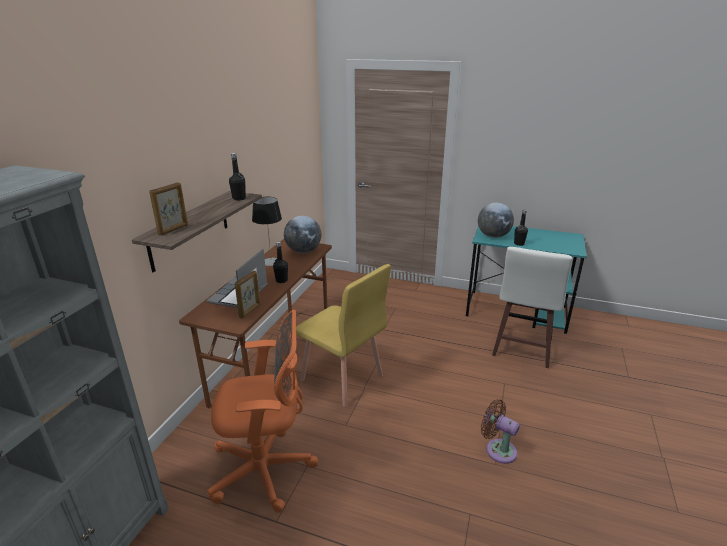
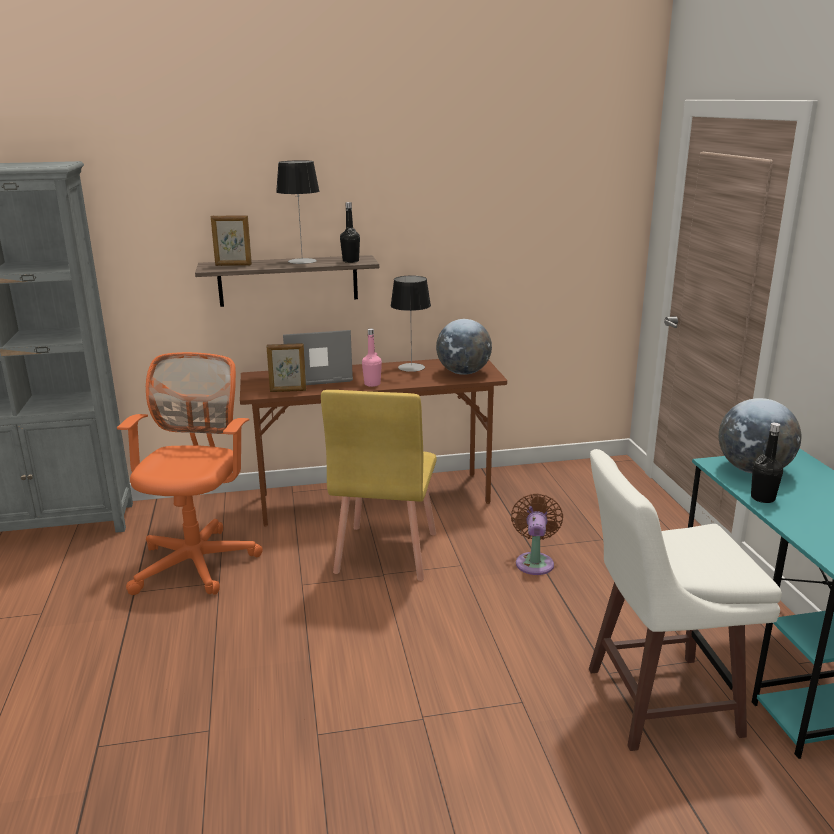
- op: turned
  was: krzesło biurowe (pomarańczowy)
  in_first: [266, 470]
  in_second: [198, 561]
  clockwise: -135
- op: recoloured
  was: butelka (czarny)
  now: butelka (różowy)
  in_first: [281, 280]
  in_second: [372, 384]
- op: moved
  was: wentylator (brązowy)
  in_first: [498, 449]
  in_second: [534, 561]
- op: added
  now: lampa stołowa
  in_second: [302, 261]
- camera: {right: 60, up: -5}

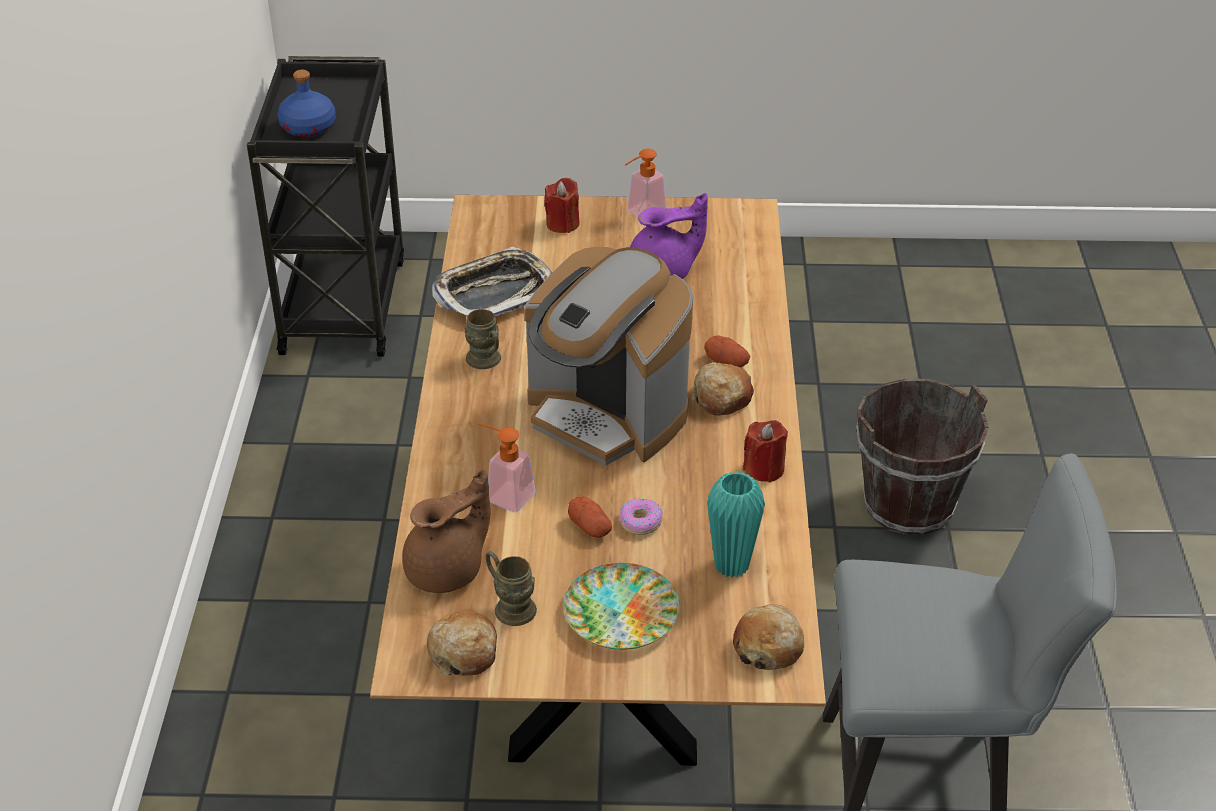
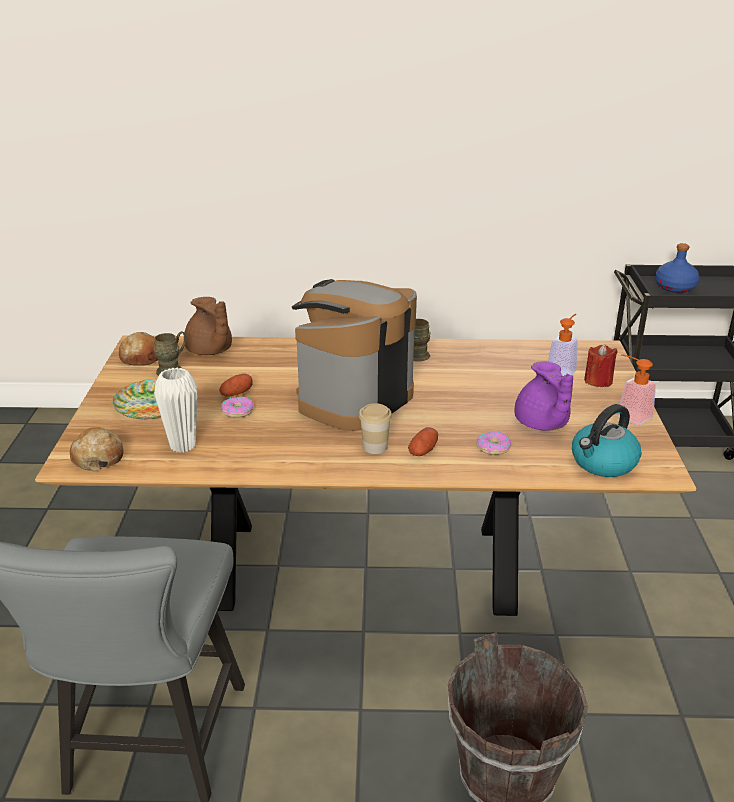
- op: removed
  was: taca
  in_first: [495, 292]
- op: moved
  was: dozownik mydła
  in_first: [504, 495]
  in_second: [562, 370]
- op: replaced
  was: chleb
  now: filiżanka
  in_first: [721, 397]
  in_second: [375, 447]
- op: recoloured
  was: wazon (turkusowy)
  now: wazon (biały)
  in_first: [731, 565]
  in_second: [183, 445]
- op: removed
  was: świeca (czerwony)
  in_first: [764, 469]
- op: added
  now: donut
  in_second: [493, 447]
- op: added
  now: czajnik
  in_second: [603, 463]
- camera: {right: 90, up: -10}

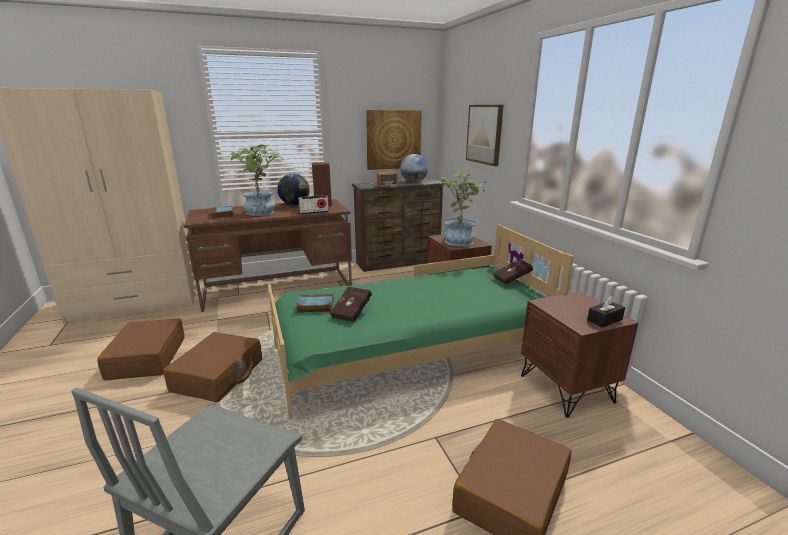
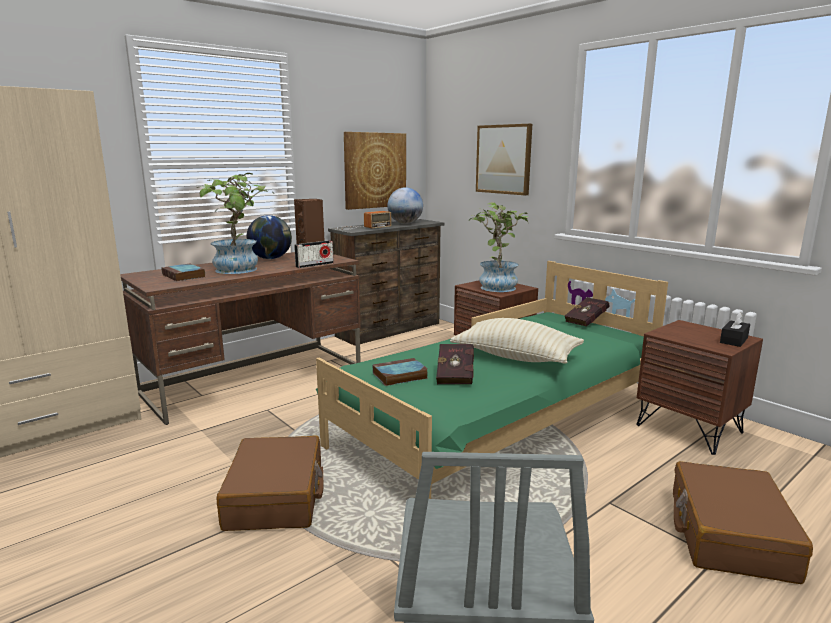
- op: removed
  was: walizka (brązowy)
  in_first: [146, 358]
- op: added
  now: poduszka (beżowy)
  in_second: [516, 357]
- camera: {right: -20, up: -5}

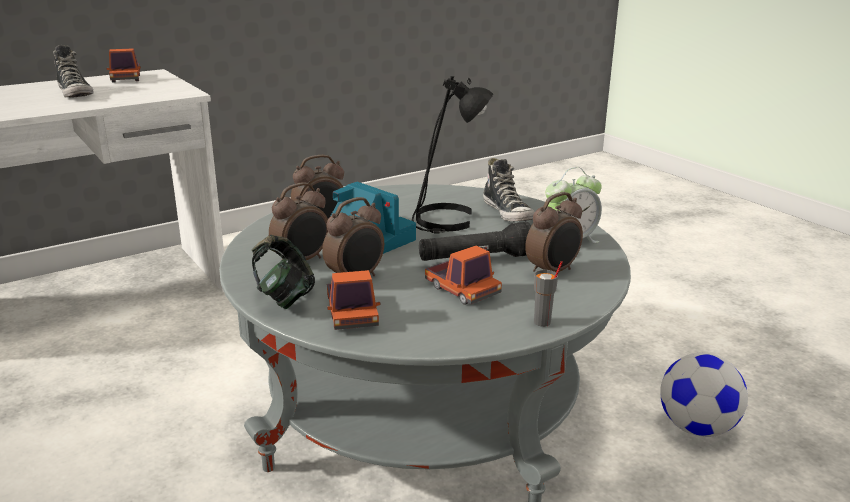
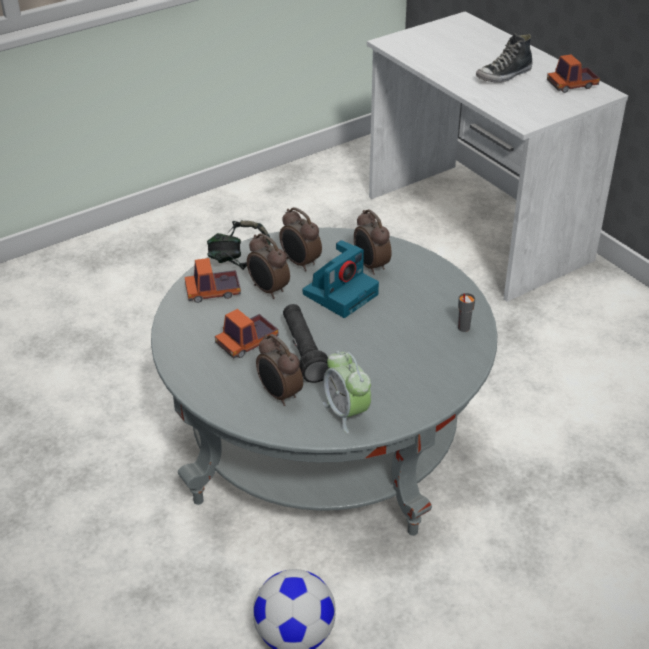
- op: removed
  was: lampa stołowa (czarny)
  in_first: [445, 221]
- op: removed
  was: but
  in_first: [508, 212]
- op: moved
  was: filiżanka (szary)
  in_first: [542, 322]
  in_second: [463, 328]
- camera: {right: 90, up: 15}

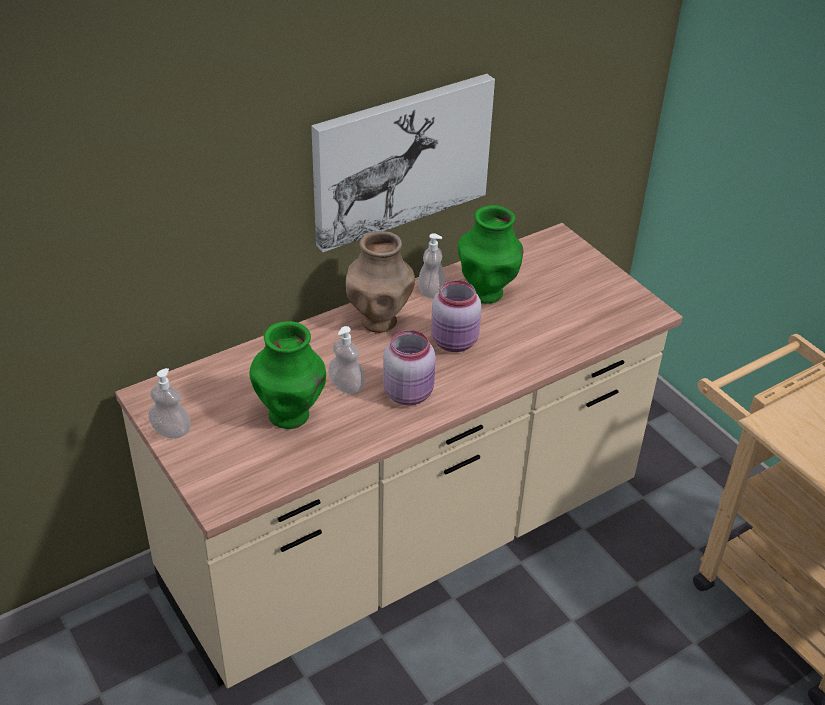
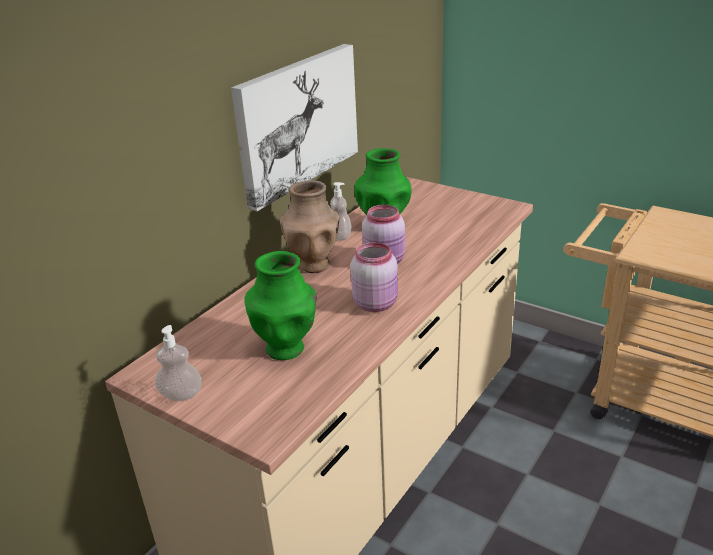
- op: removed
  was: dozownik mydła
  in_first: [346, 386]
- camera: {right: -20, up: -10}

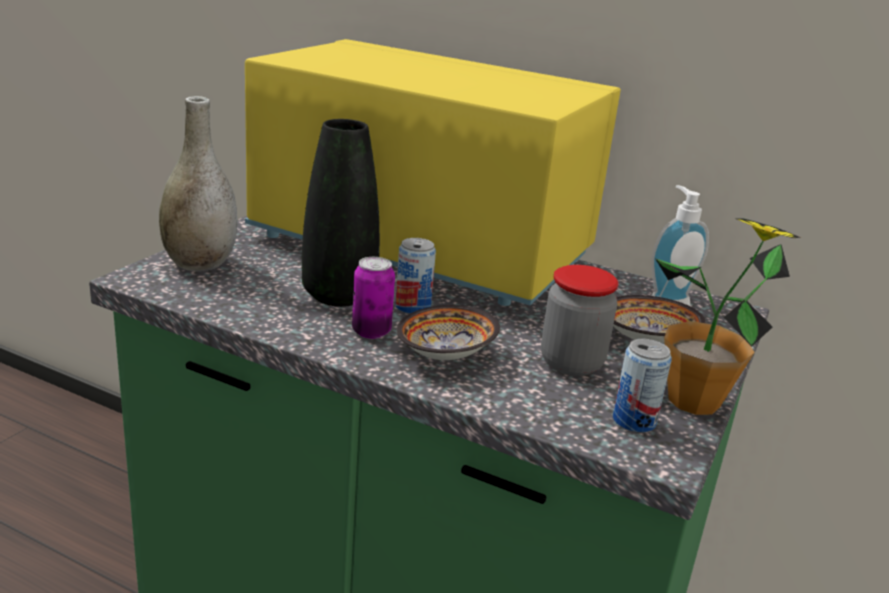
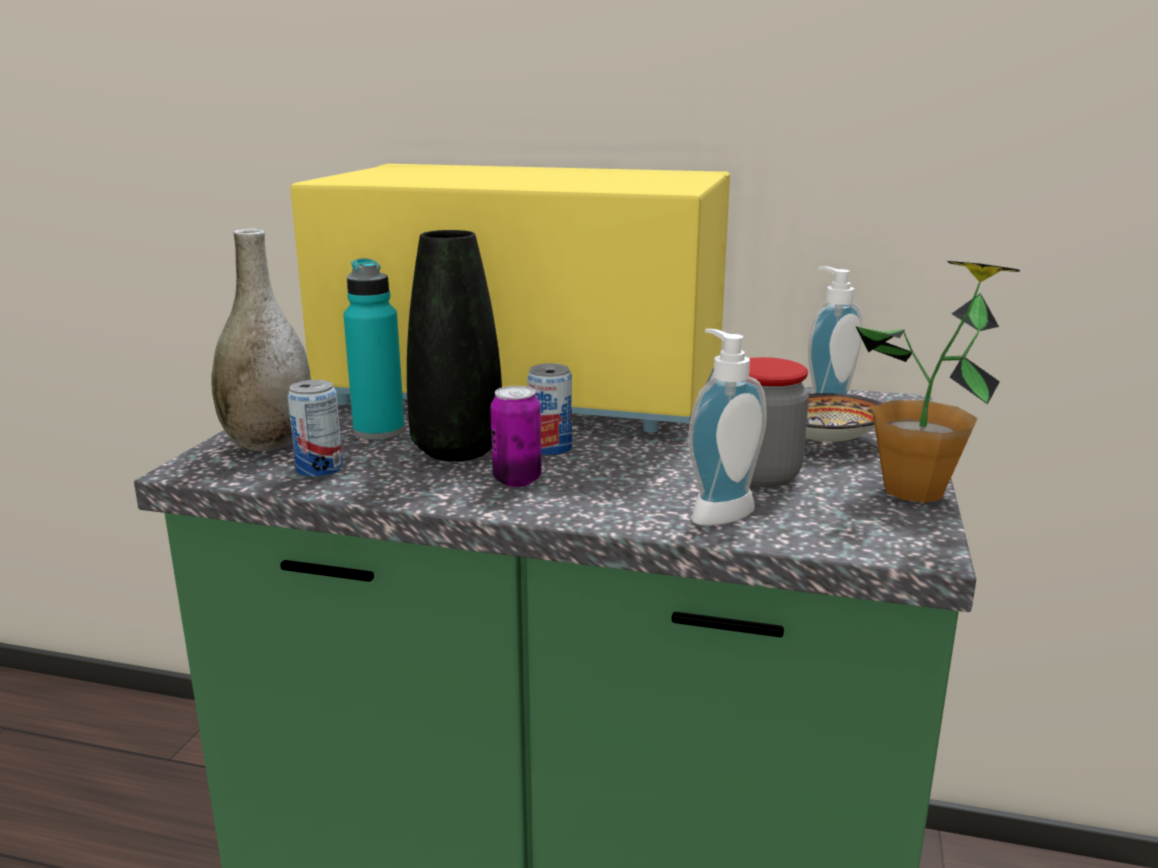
- op: removed
  was: miska
  in_first: [449, 355]
- op: moved
  was: puszka
  in_first: [634, 421]
  in_second: [319, 469]
- op: added
  now: butelka (turkusowy)
  in_second: [379, 431]
- op: added
  now: dozownik mydła
  in_second: [717, 512]
- camera: {right: -10, up: -5}

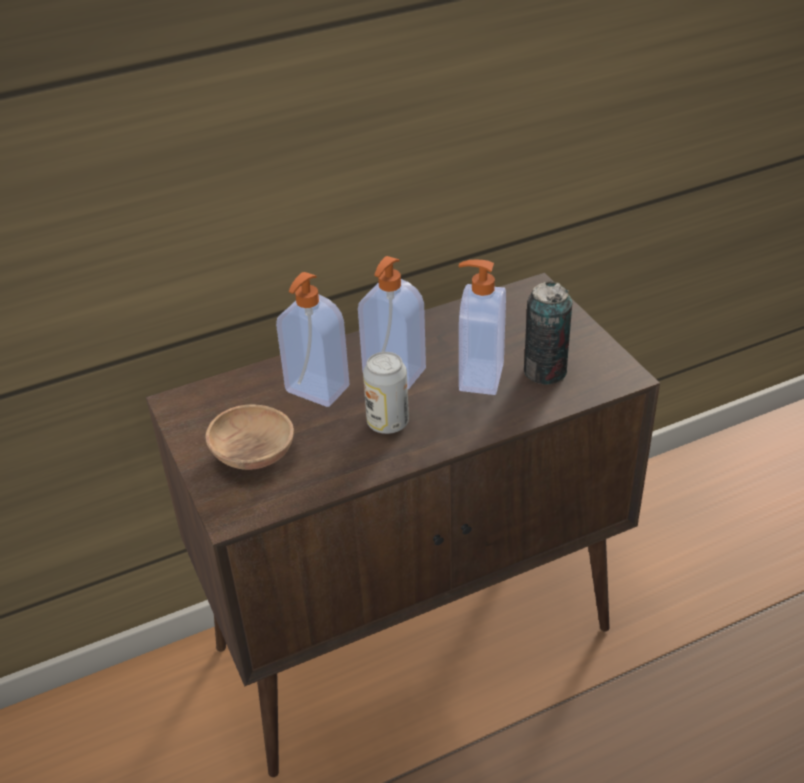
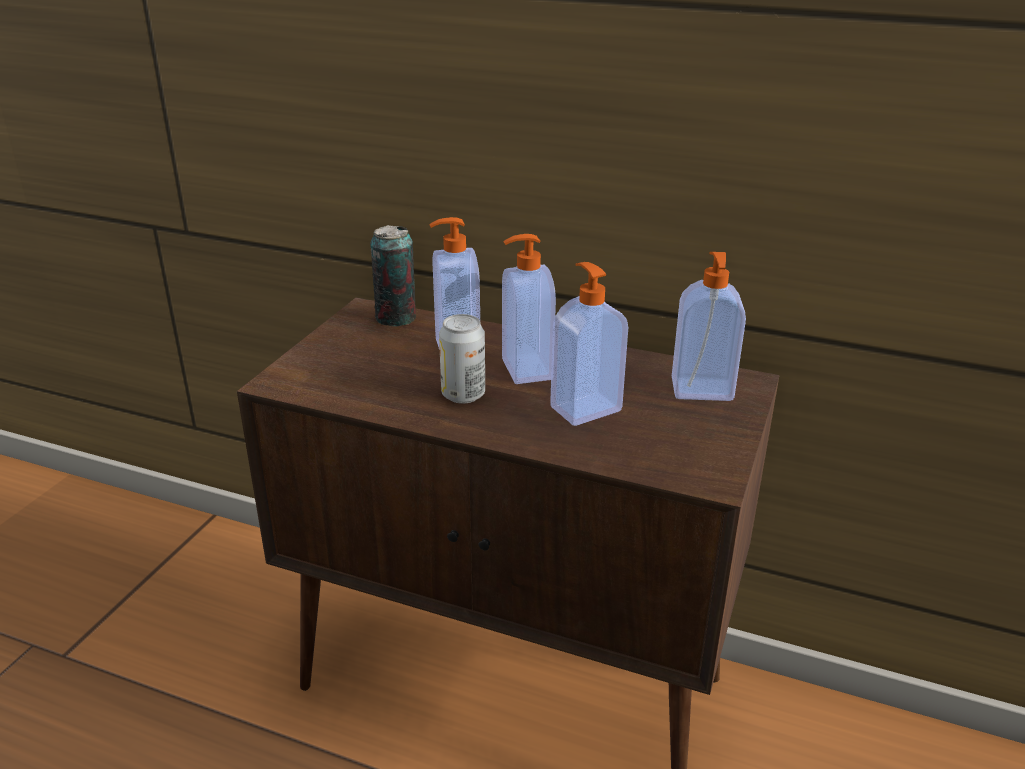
- op: removed
  was: miska (brązowy)
  in_first: [253, 454]
- op: moved
  was: puszka
  in_first: [545, 371]
  in_second: [396, 318]
- op: added
  now: dozownik mydła
  in_second: [702, 391]
- camera: {right: 45, up: -10}

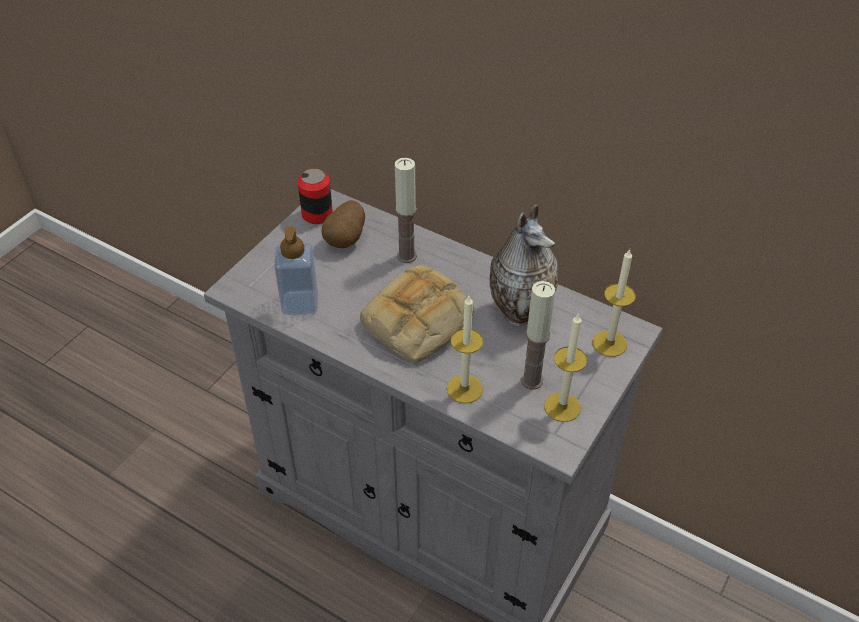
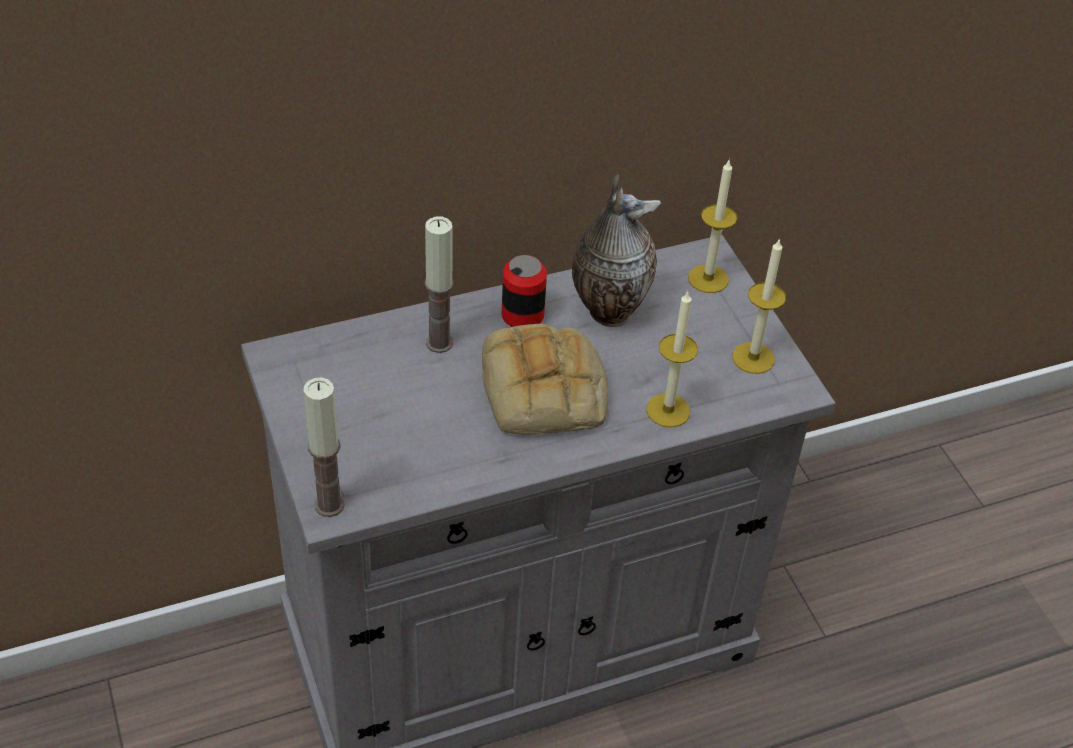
- op: removed
  was: dozownik mydła
  in_first: [300, 303]
- op: moved
  was: puszka
  in_first: [317, 214]
  in_second: [522, 315]
- op: removed
  was: ziemniak
  in_first: [346, 240]
- op: moved
  was: świeca
  in_first: [532, 380]
  in_second: [329, 504]
- camera: {right: -55, up: 0}

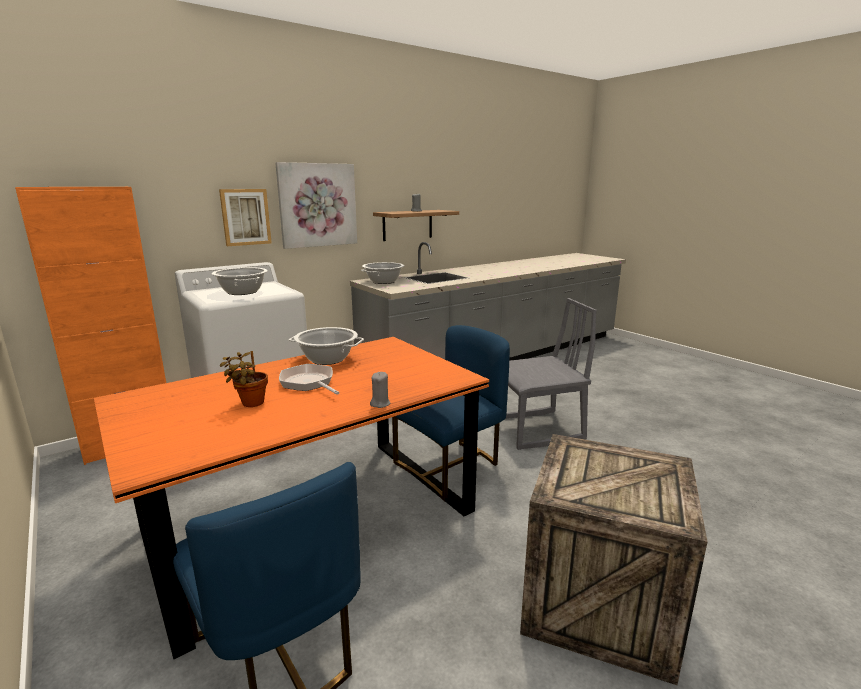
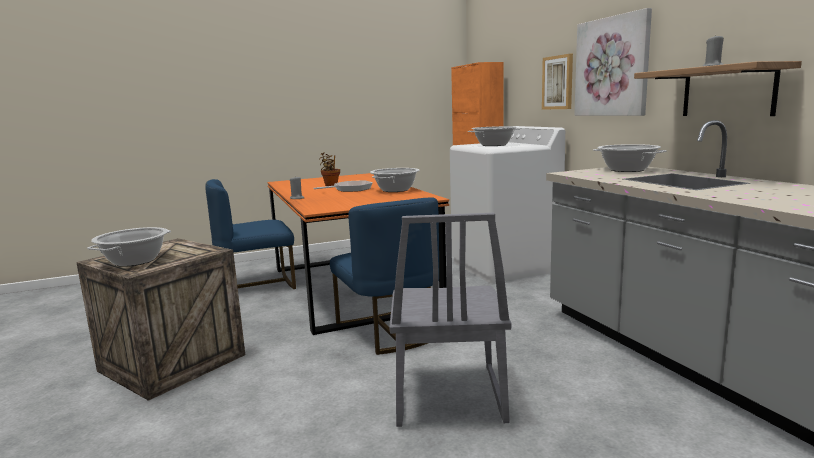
- op: added
  now: garnek
  in_second: [135, 261]
- camera: {right: 105, up: -5}

